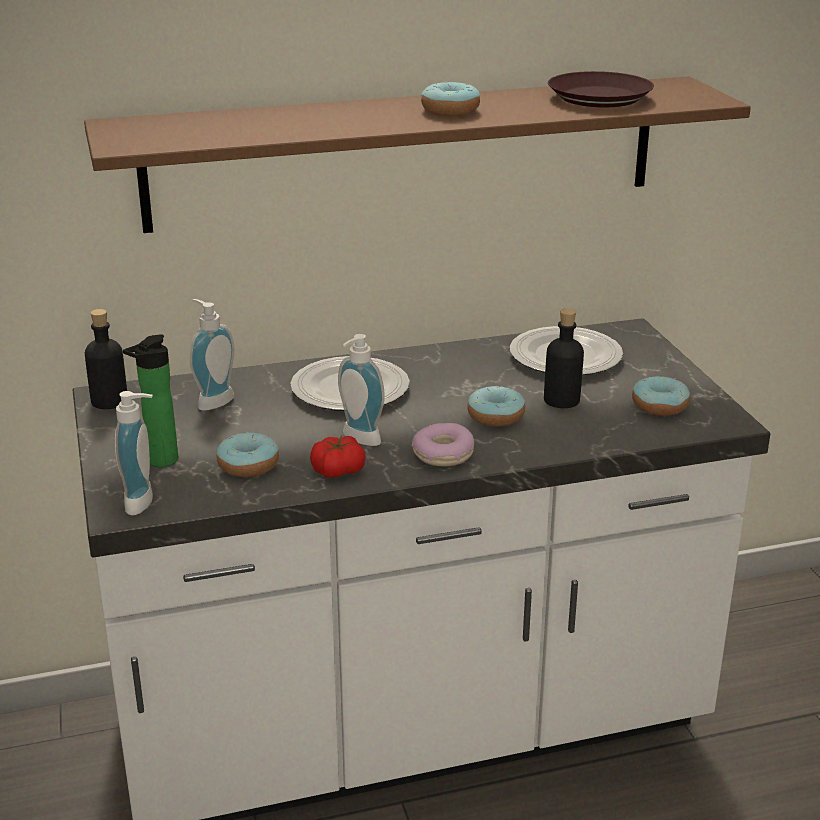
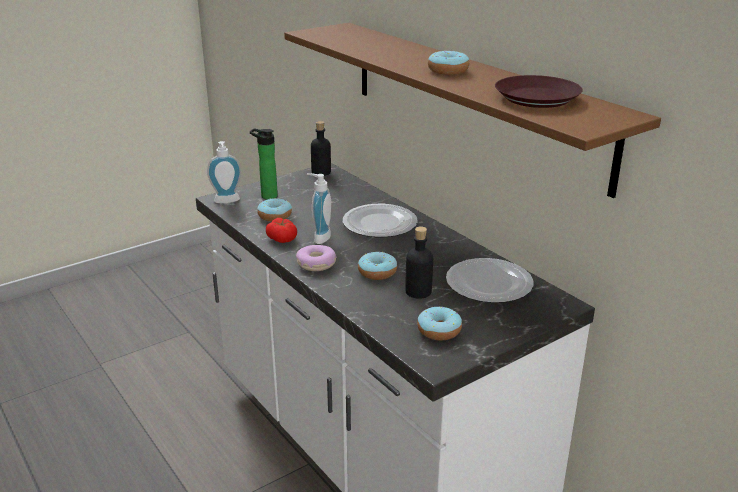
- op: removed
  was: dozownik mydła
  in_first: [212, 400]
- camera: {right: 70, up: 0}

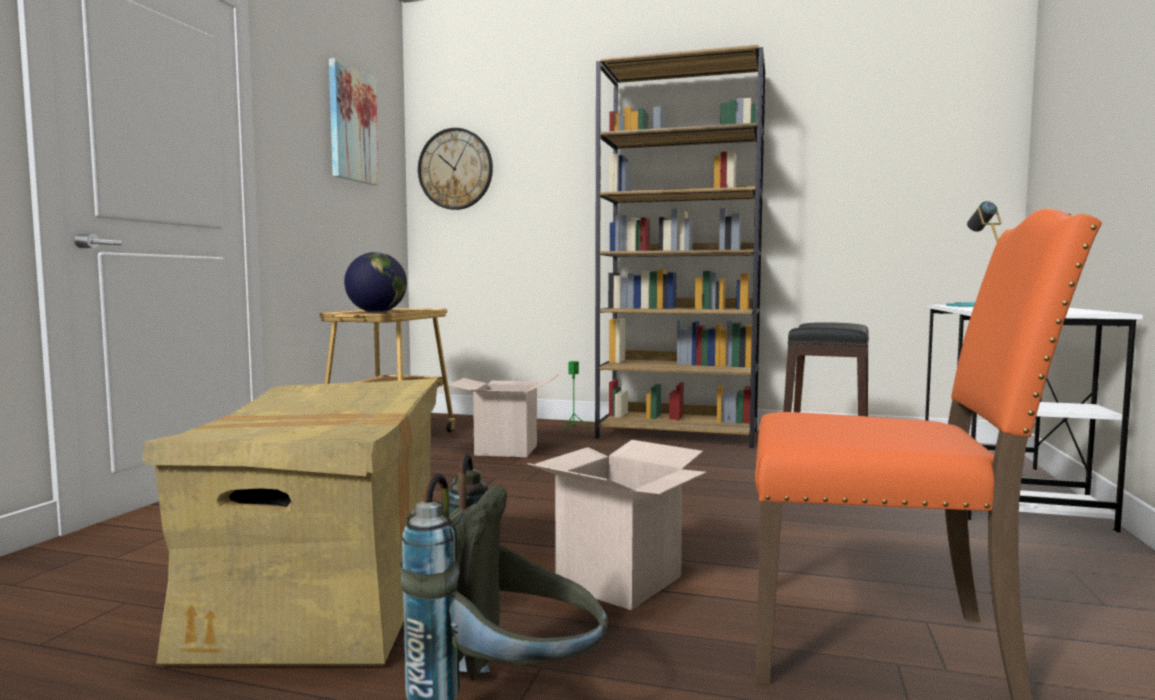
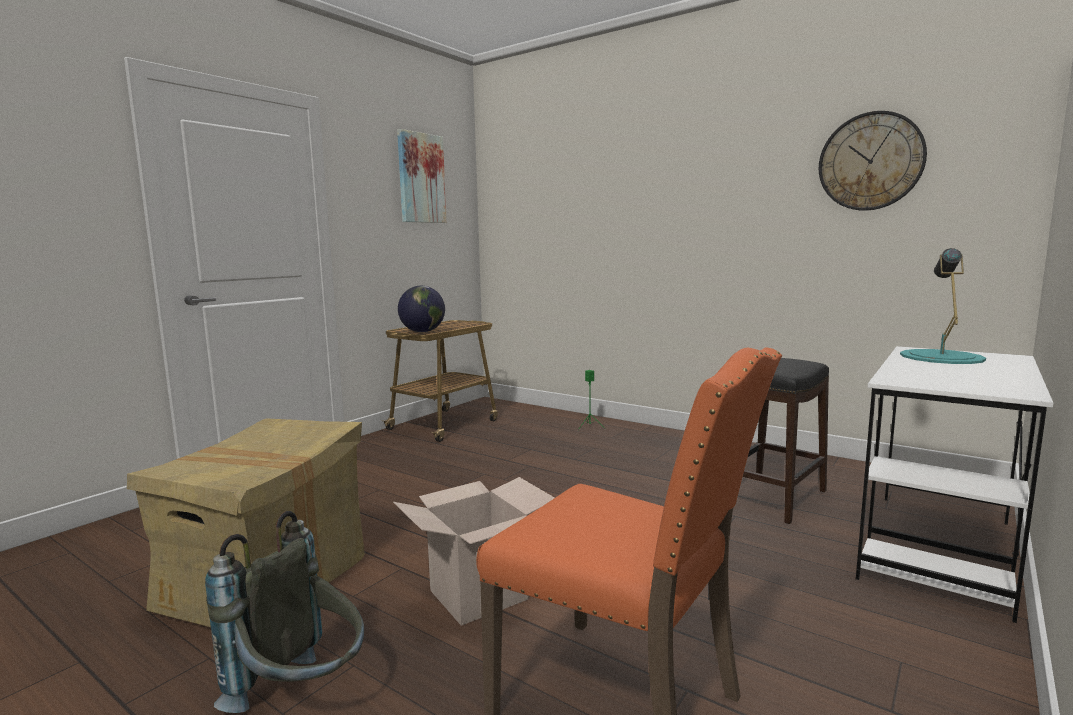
- op: moved
  was: zegar ścienny
  in_first: [455, 169]
  in_second: [870, 161]
- op: removed
  was: karton
  in_first: [506, 450]
- op: removed
  was: regał (brązowy)
  in_first: [678, 434]
- camera: {right: 20, up: 5}

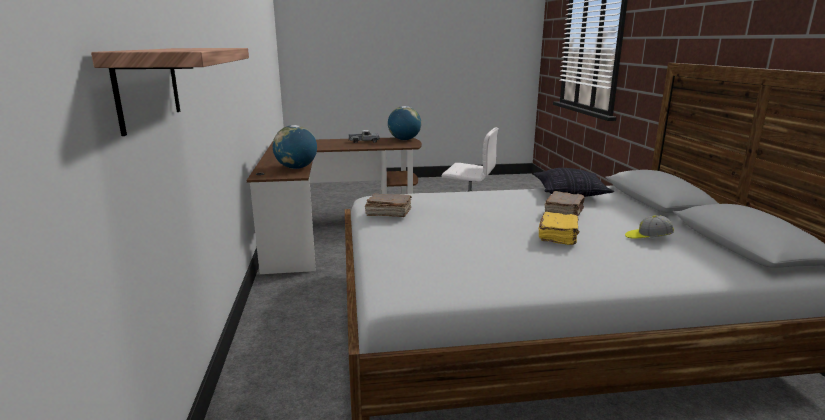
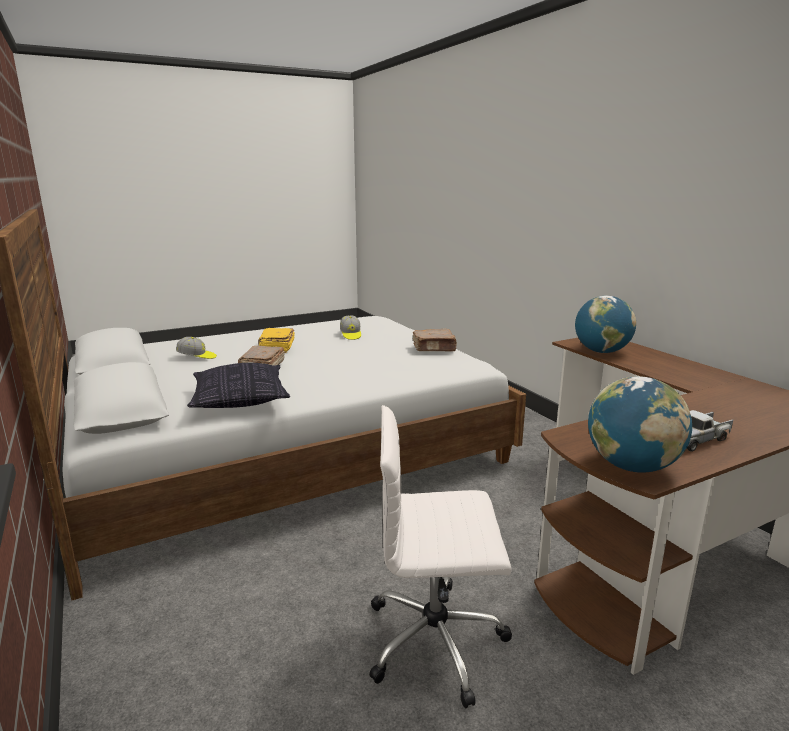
- op: removed
  was: półka
  in_first: [148, 86]
- op: added
  now: czapka z daszkiem
  in_second: [351, 335]
- camera: {right: 160, up: 0}

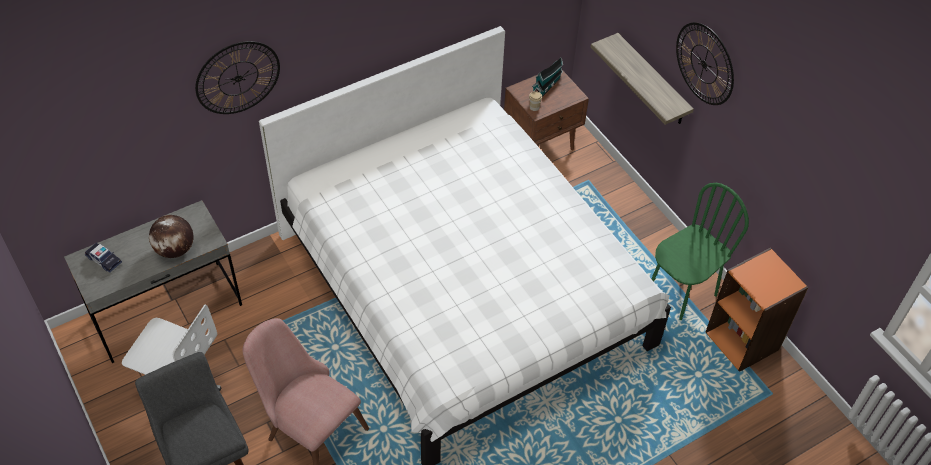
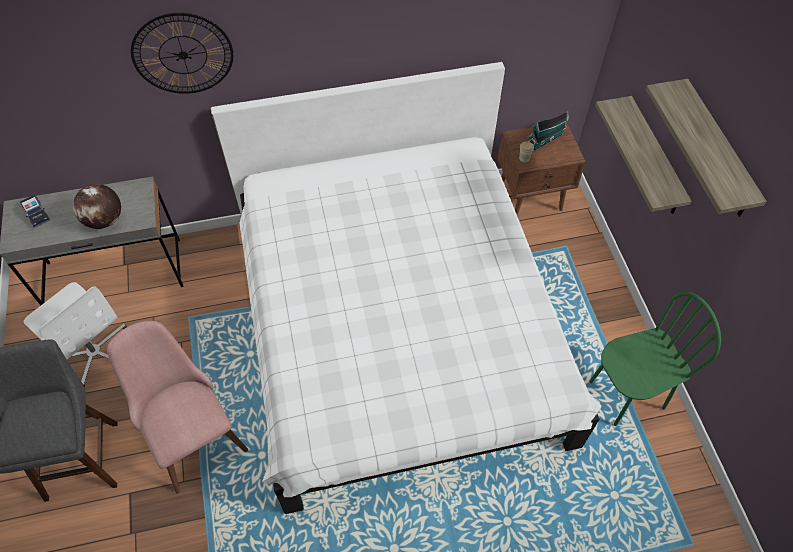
- op: replaced
  was: zegar ścienny
  now: półka
  in_first: [704, 64]
  in_second: [717, 151]
- op: removed
  was: regał (pomarańczowy)
  in_first: [742, 340]
- camera: {right: 20, up: 5}

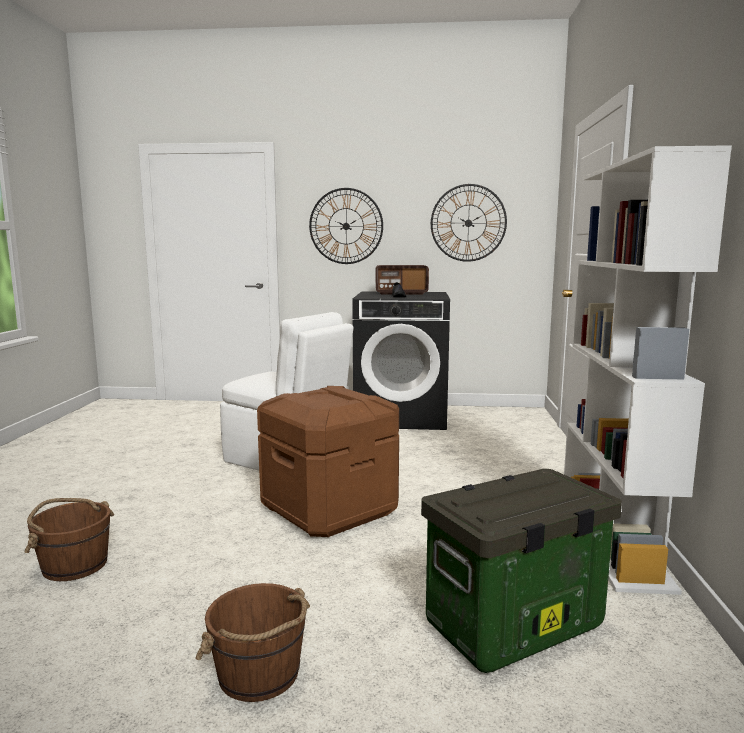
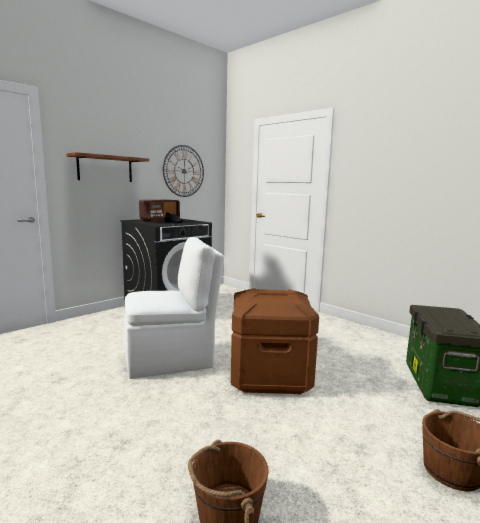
- op: replaced
  was: zegar ścienny
  now: półka (brązowy)
  in_first: [346, 226]
  in_second: [105, 168]
- op: removed
  was: regał (biały)
  in_first: [613, 539]
- camera: {right: -50, up: 0}

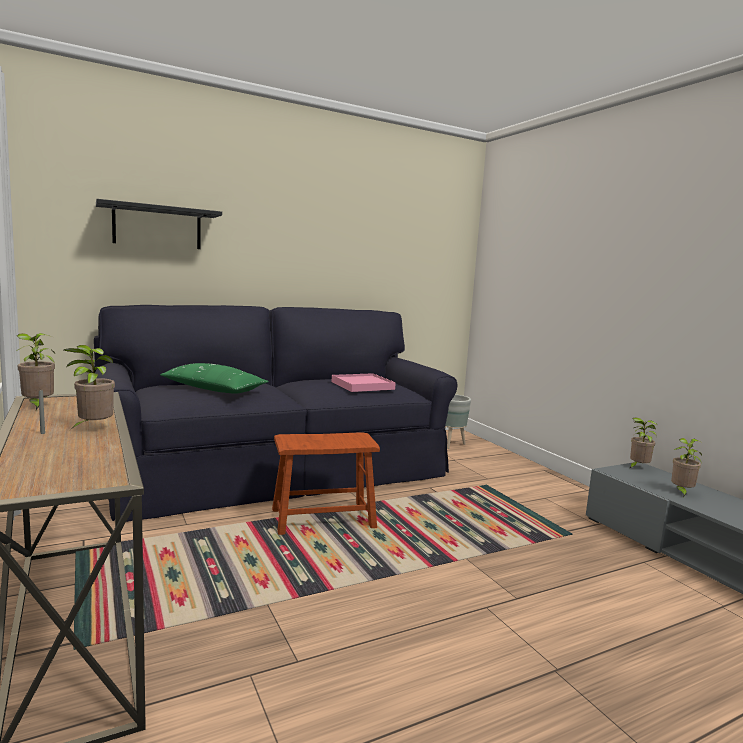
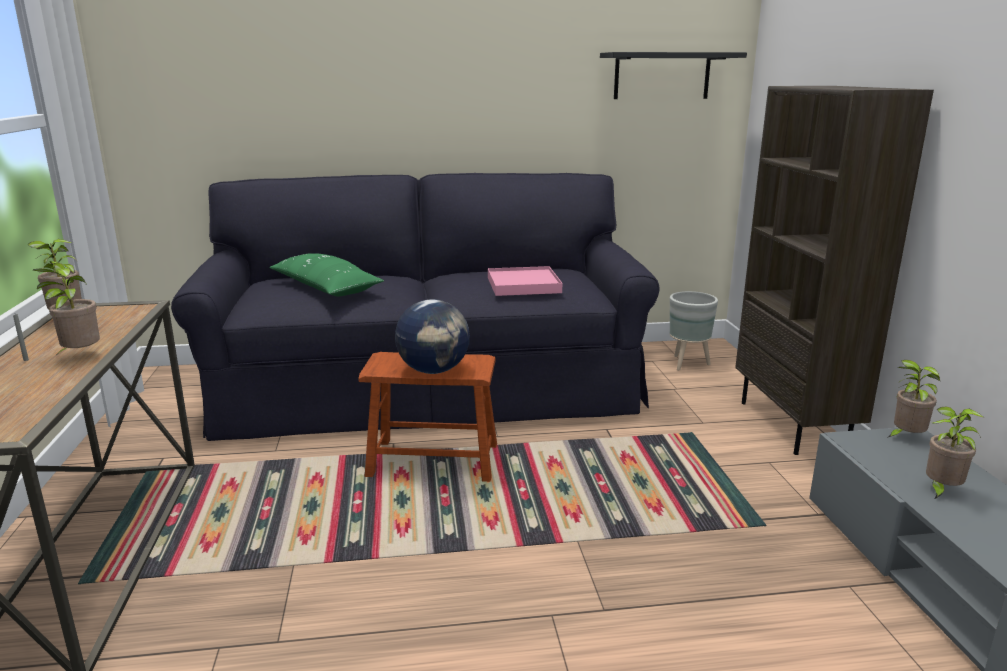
- op: moved
  was: półka (czarny)
  in_first: [157, 227]
  in_second: [662, 76]
- op: added
  now: globus
  in_second: [434, 371]
- op: added
  now: regał (brązowy)
  in_second: [794, 425]
- camera: {right: 20, up: 10}

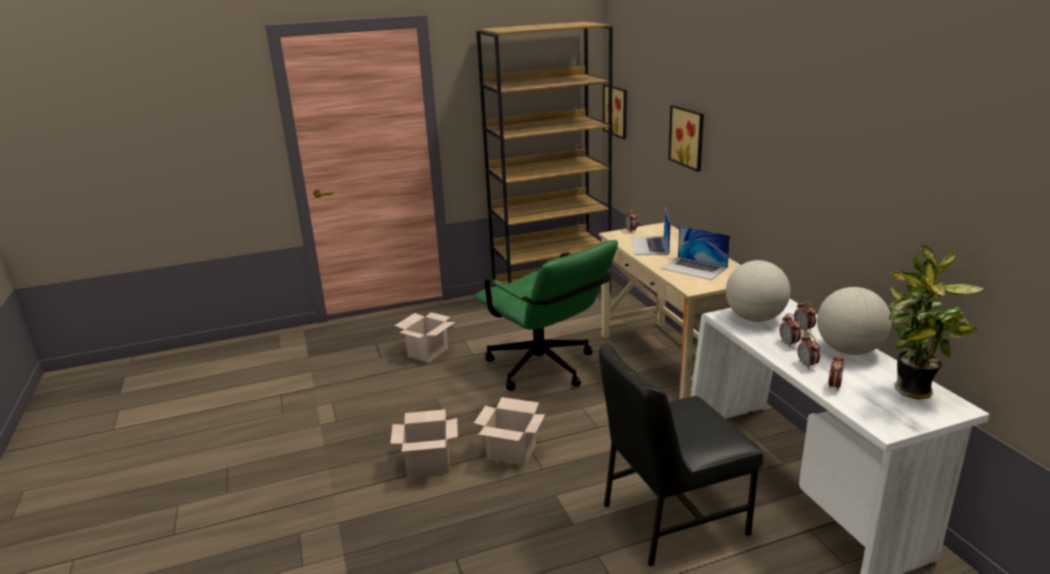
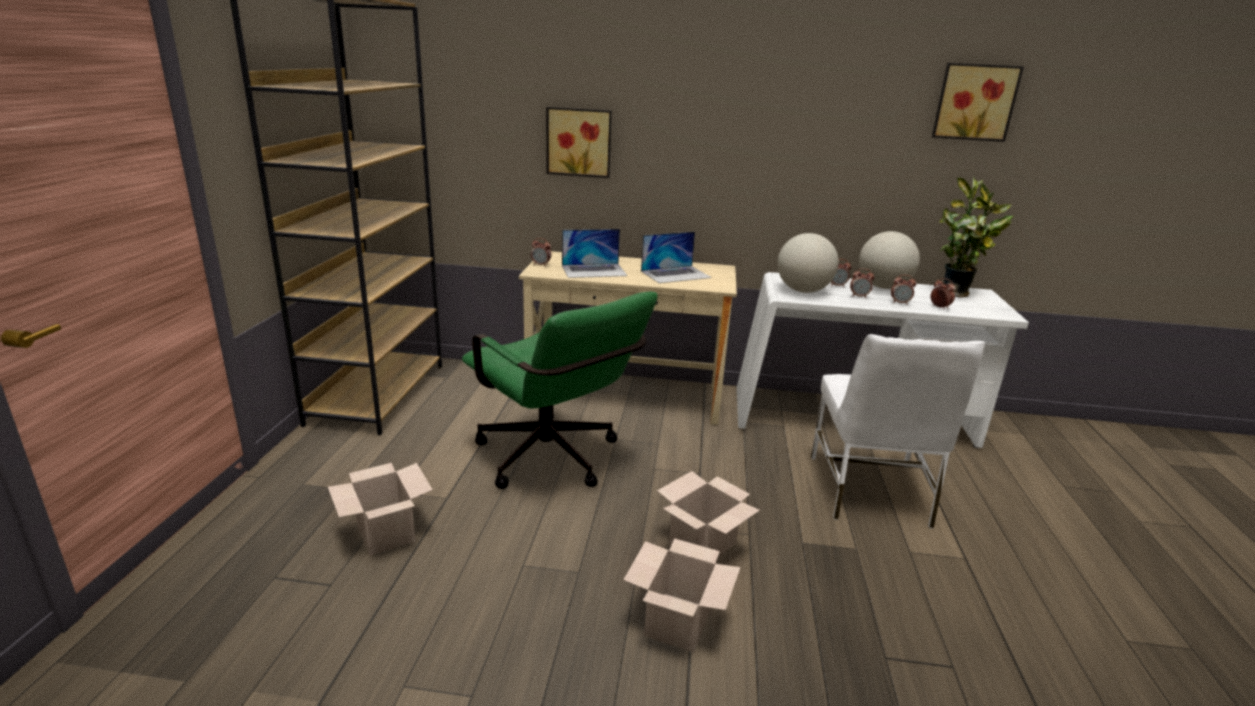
- op: turned
  was: krzesło biurowe (zielony)
  in_first: [546, 370]
  in_second: [554, 461]
  clockwise: 60
- op: recoloured
  was: krzesło (czarny)
  now: krzesło (biały)
  in_first: [670, 518]
  in_second: [870, 491]
- op: moved
  was: obraz
  in_first: [617, 110]
  in_second: [974, 102]
- op: turned
  was: laptop
  in_first: [649, 245]
  in_second: [594, 270]
  clockwise: -45
- camera: {right: -65, up: 0}

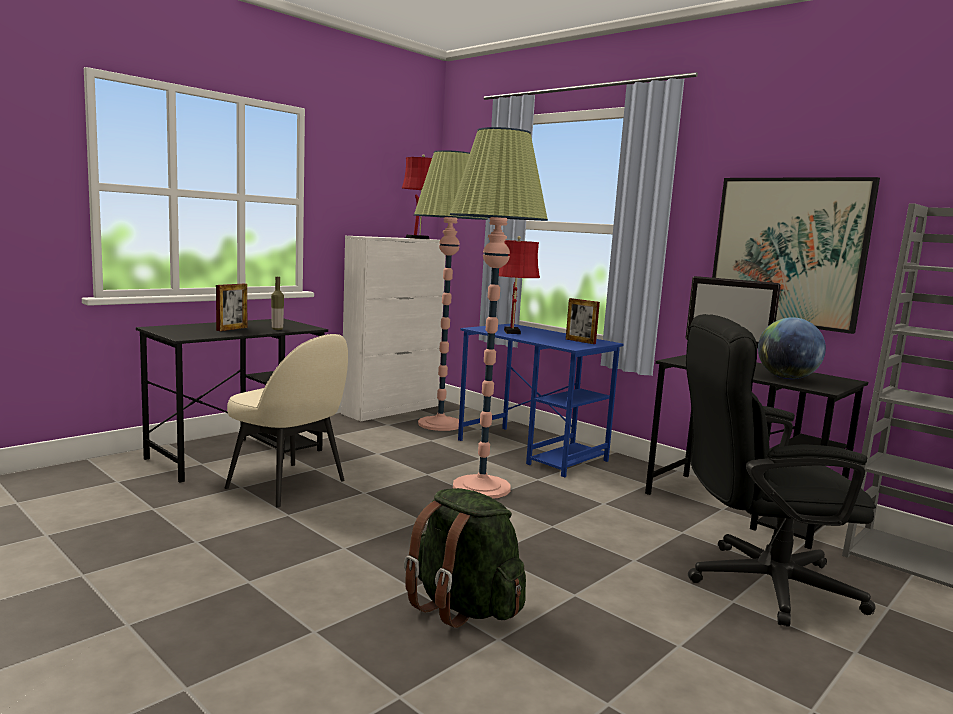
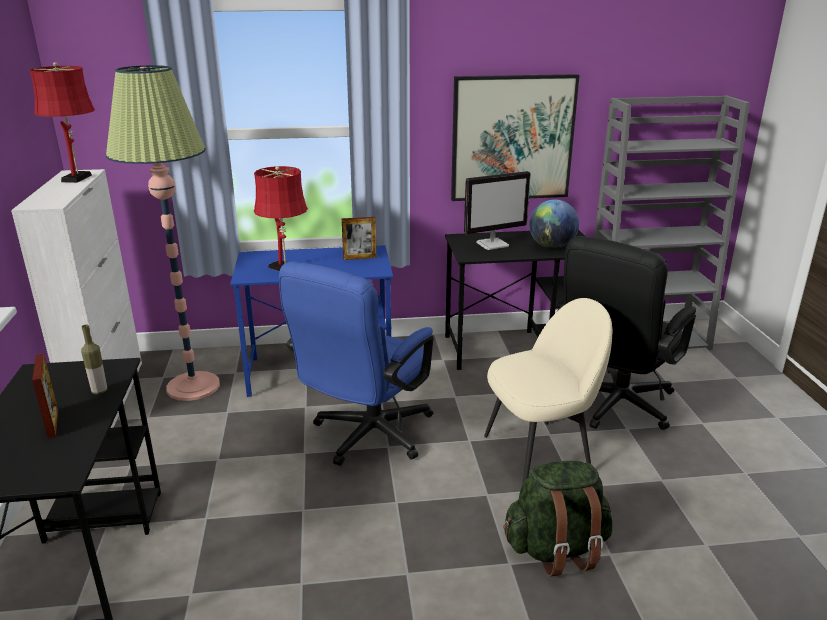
- op: moved
  was: krzesło (beżowy)
  in_first: [288, 485]
  in_second: [539, 453]
- op: replaced
  was: lampa stojąca
  now: krzesło biurowe (niebieski)
  in_first: [481, 487]
  in_second: [366, 437]
- camera: {right: -50, up: 15}

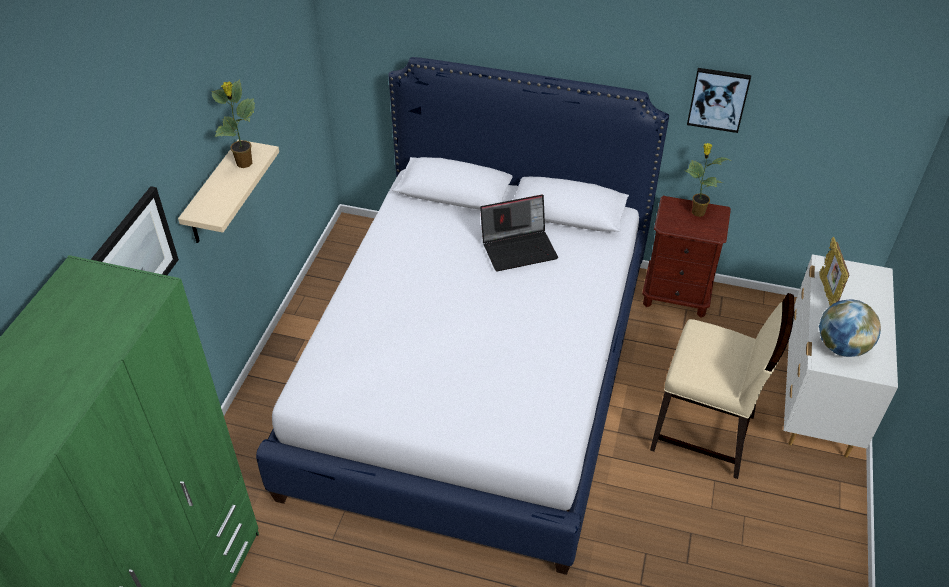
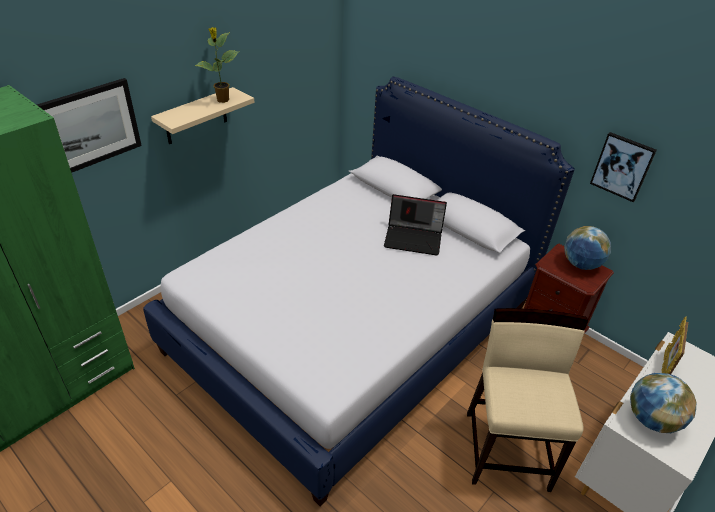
- op: turned
  was: krzesło (beżowy)
  in_first: [704, 434]
  in_second: [507, 449]
  clockwise: -135
- op: replaced
  was: roślina doniczkowa
  now: globus
  in_first: [697, 212]
  in_second: [581, 264]
- camera: {right: 25, up: -5}

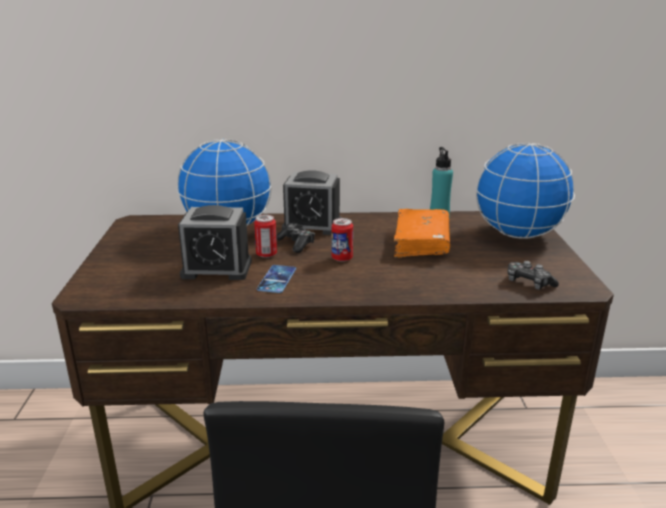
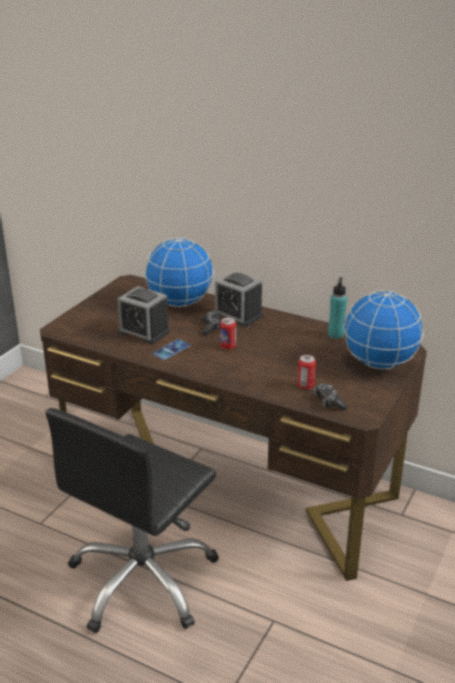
- op: moved
  was: puszka
  in_first: [266, 254]
  in_second: [305, 386]
- op: removed
  was: książka (pomarańczowy)
  in_first: [421, 243]
- camera: {right: 30, up: 5}

